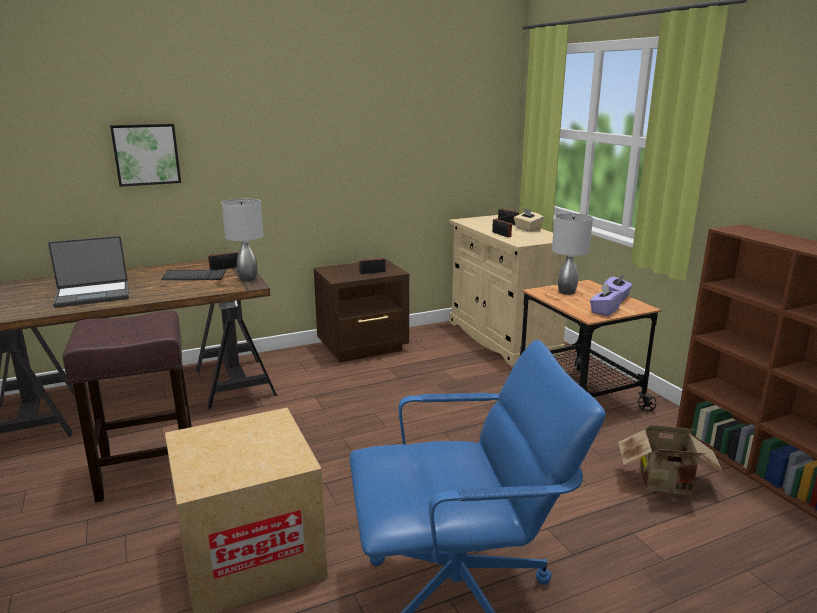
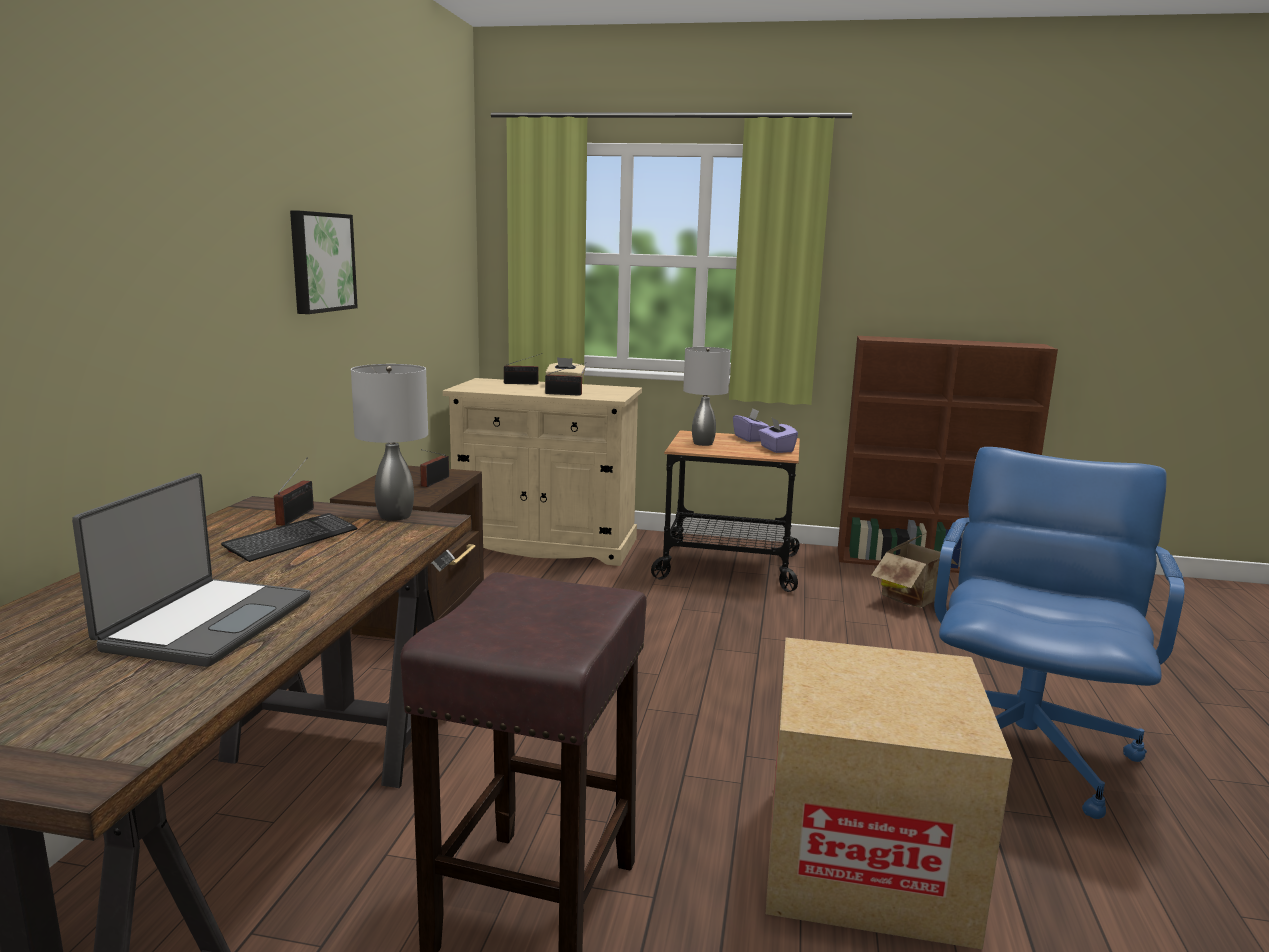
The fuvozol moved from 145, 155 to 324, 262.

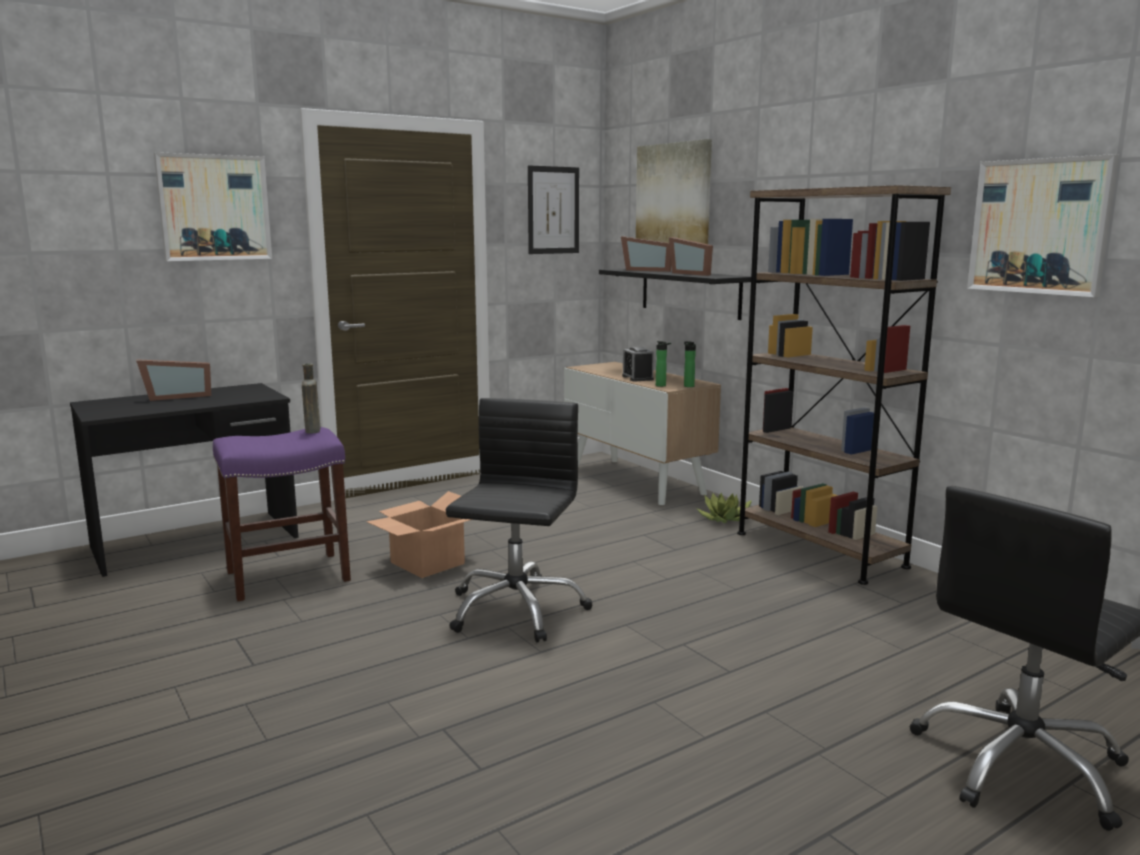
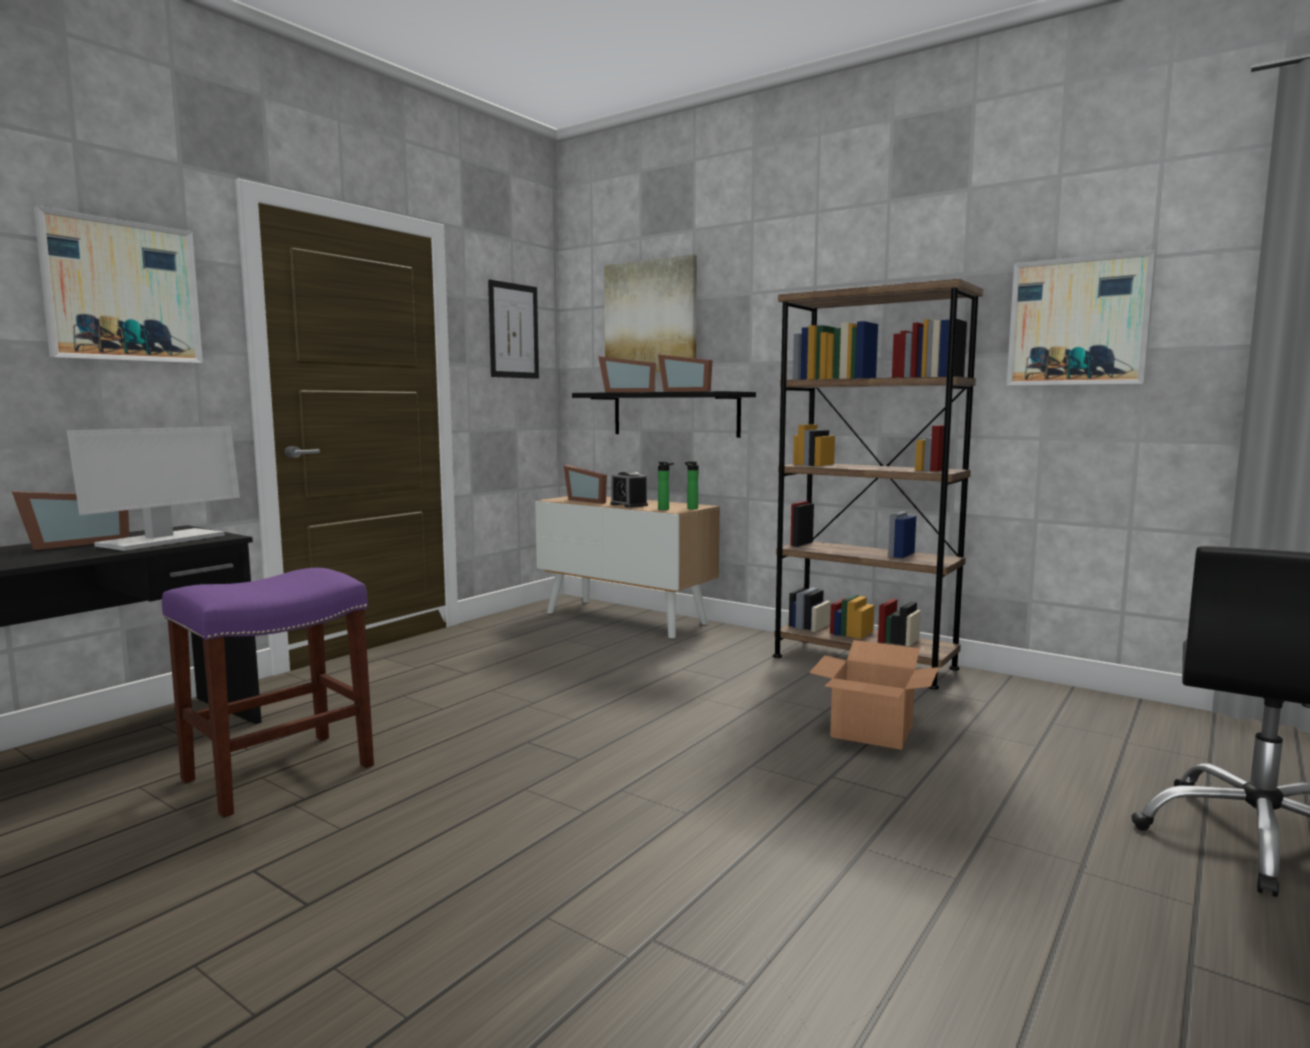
The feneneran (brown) at 311, 398 disappeared.
The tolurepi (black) at 519, 520 disappeared.
The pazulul moved from 418, 534 to 874, 695.
The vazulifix at 724, 508 disappeared.
The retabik at 153, 488 appeared.
The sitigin at 585, 484 appeared.

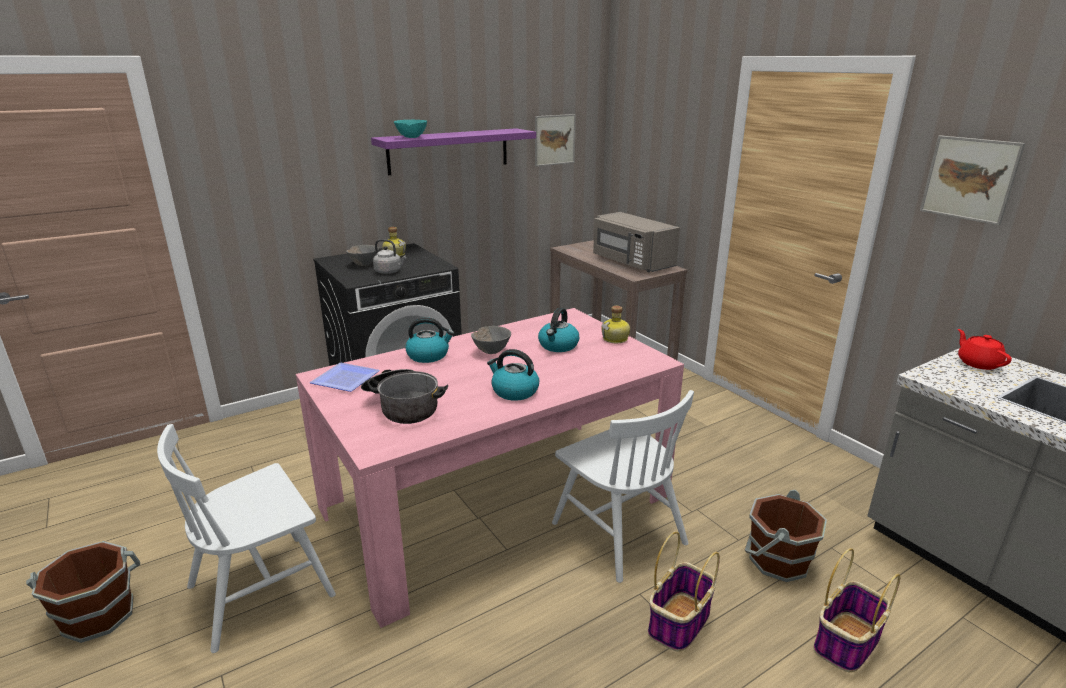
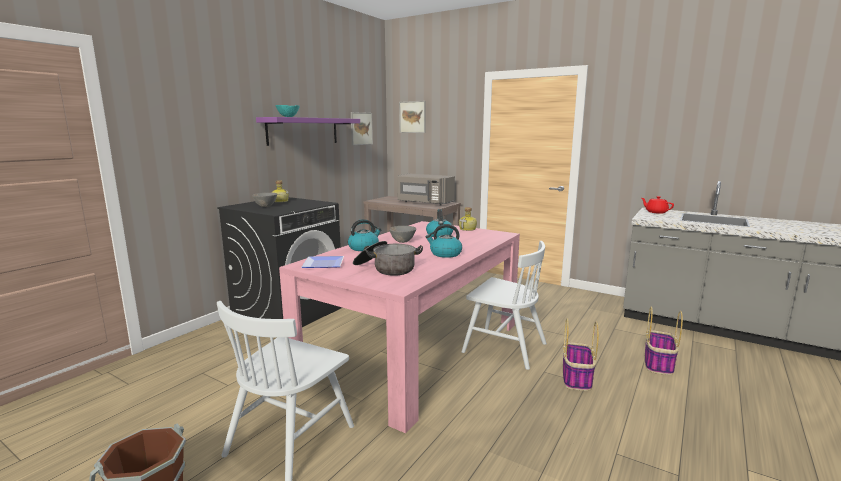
The fuvozol moved from 972, 180 to 412, 117.
The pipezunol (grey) at 389, 256 disappeared.
The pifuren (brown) at 786, 536 disappeared.

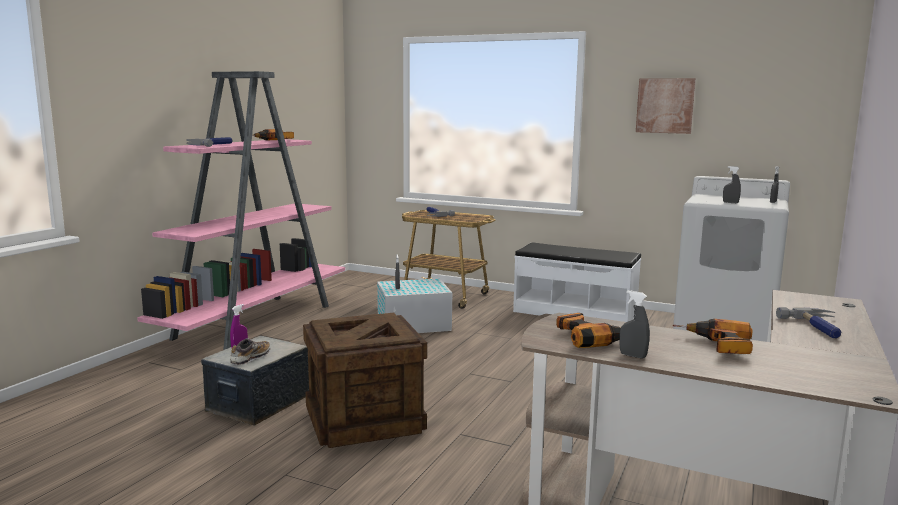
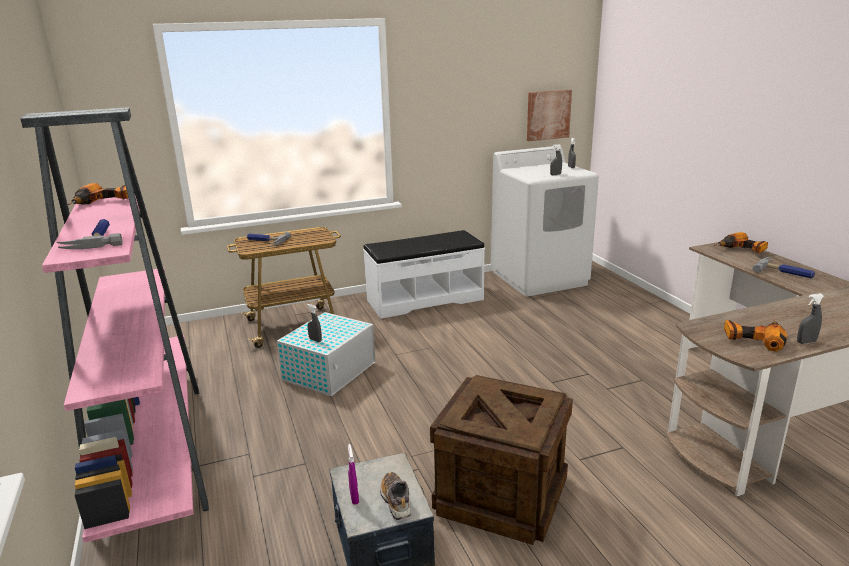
The fuvozol moved from 666, 106 to 549, 115.
The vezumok moved from 713, 336 to 740, 242.

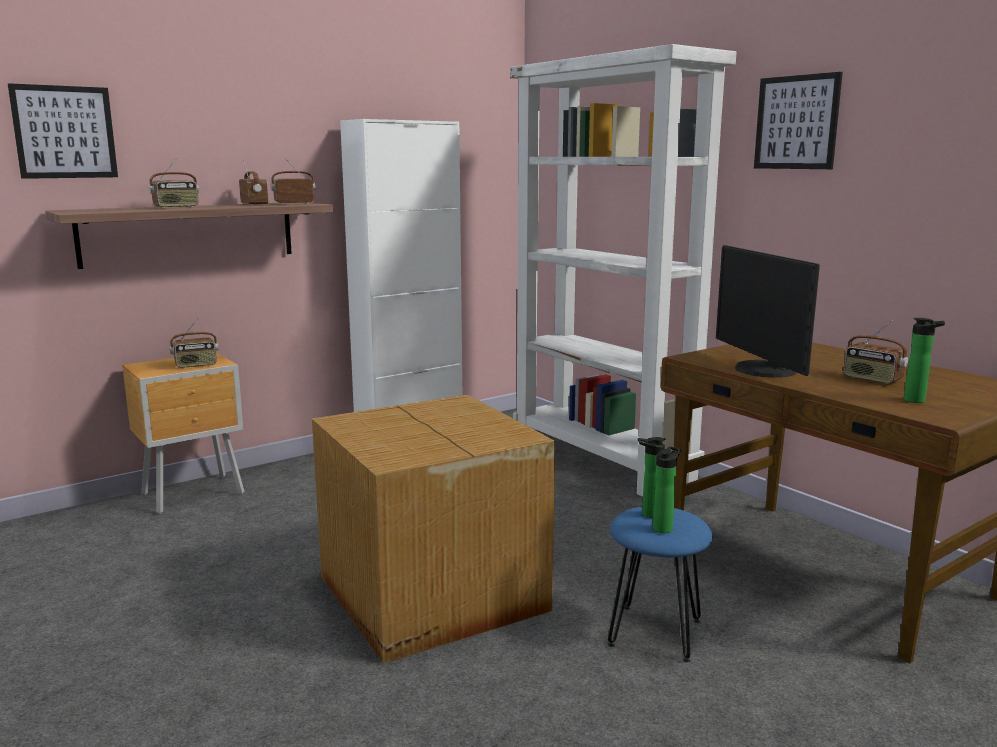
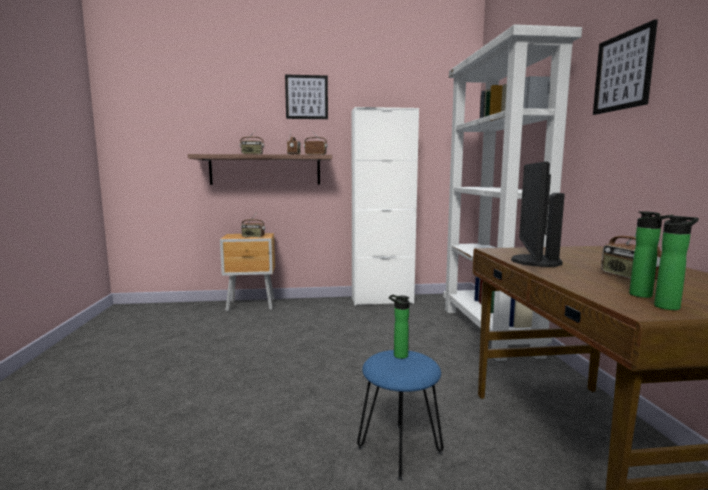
The fuvozol moved from 63, 131 to 306, 97.
The pazulul at 433, 529 disappeared.
The feneneran moved from 667, 489 to 676, 263.

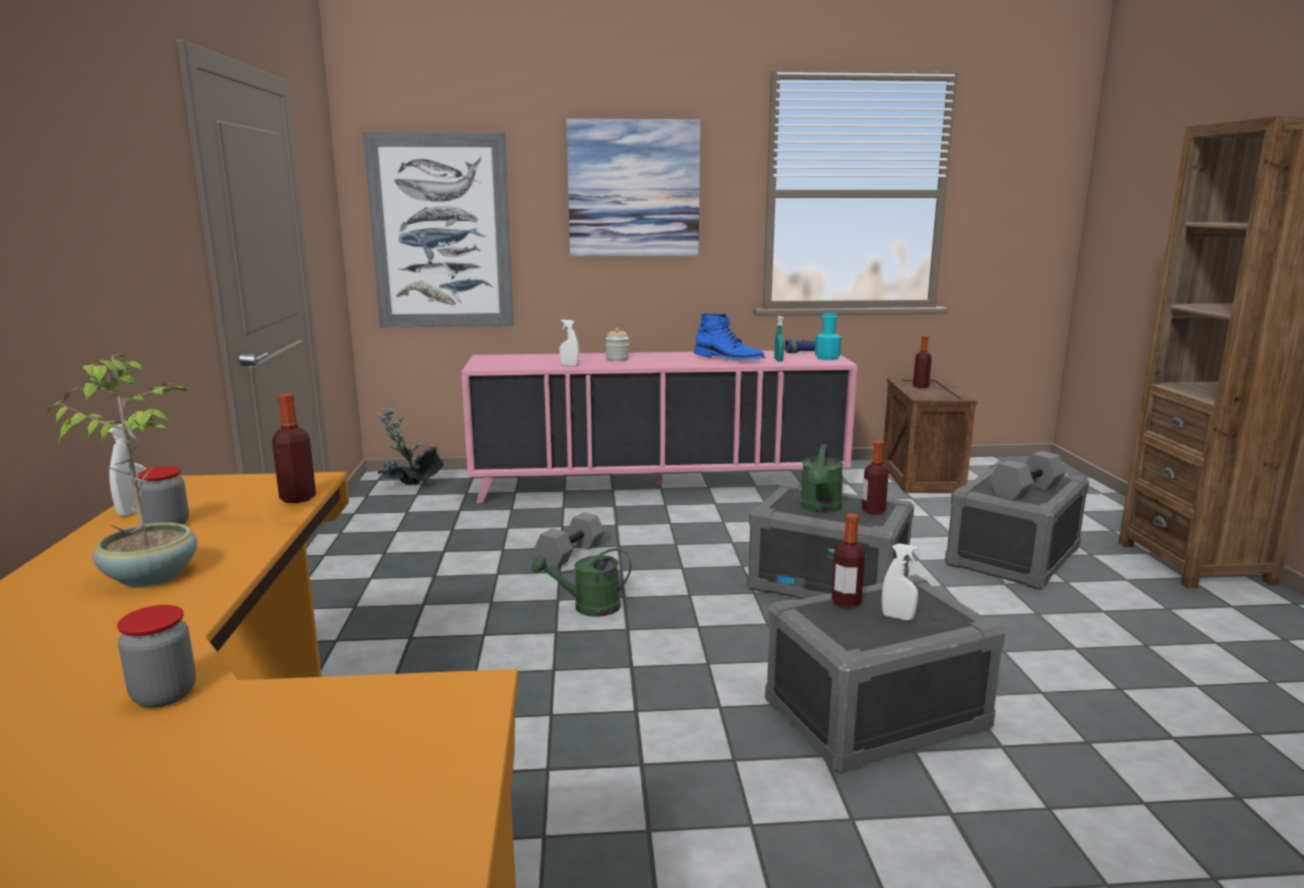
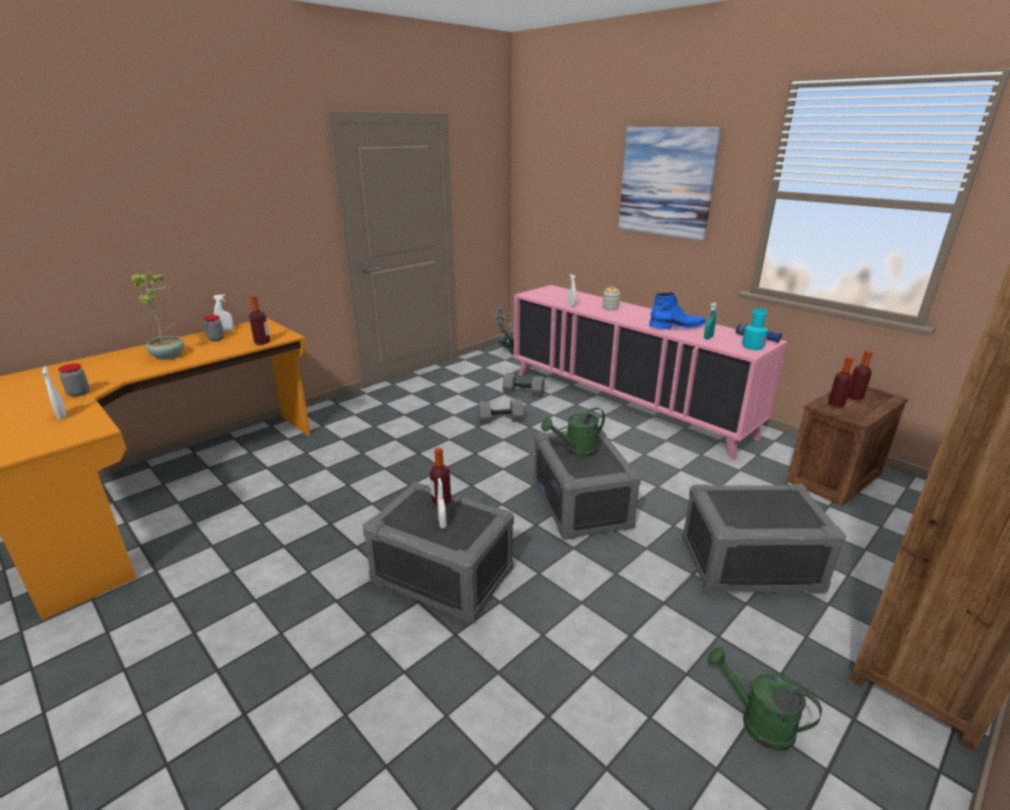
The fuvozol at 438, 229 disappeared.
The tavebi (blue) at 729, 337 turned 90 degrees counterclockwise.
The feneneran moved from 875, 478 to 840, 382.
The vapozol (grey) moved from 1027, 476 to 523, 385.
The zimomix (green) moved from 581, 582 to 764, 699.
The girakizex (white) at 54, 393 appeared.

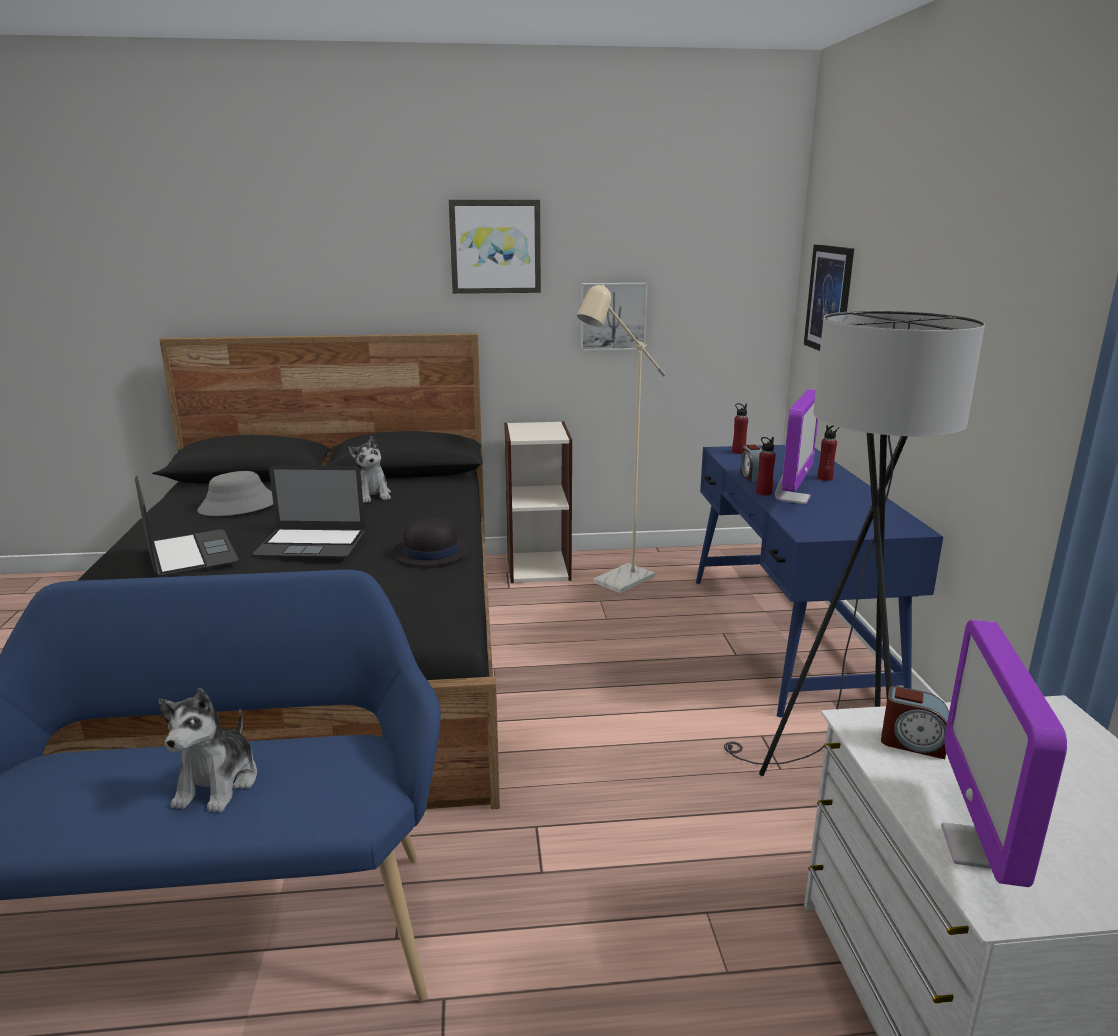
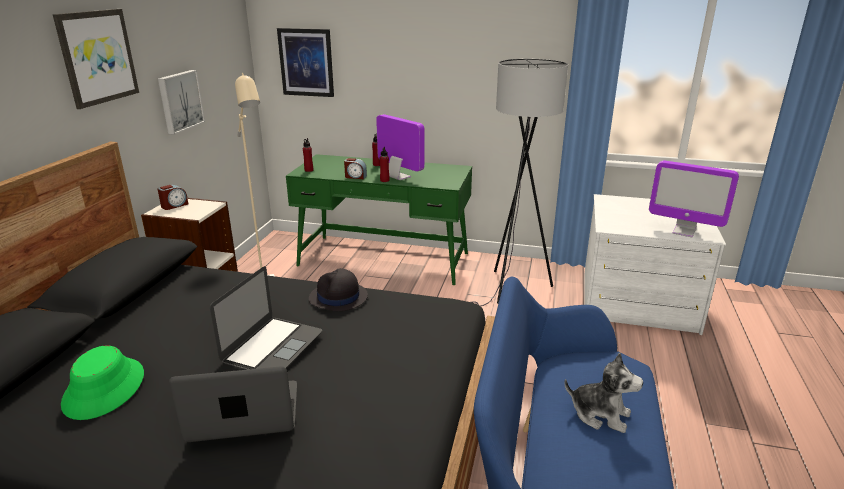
The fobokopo at 369, 469 disappeared.
The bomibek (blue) at 819, 581 became the bomibek (green) at 379, 219.
The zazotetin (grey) at 235, 493 became the zazotetin (green) at 102, 382.
The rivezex moved from 915, 722 to 172, 197.

